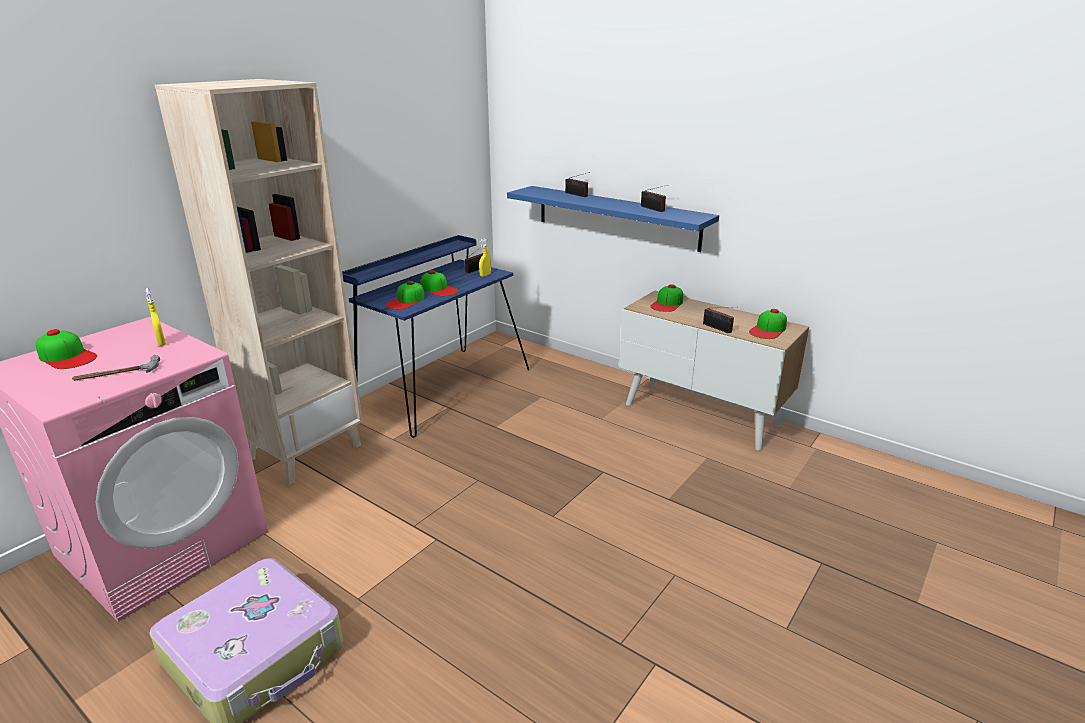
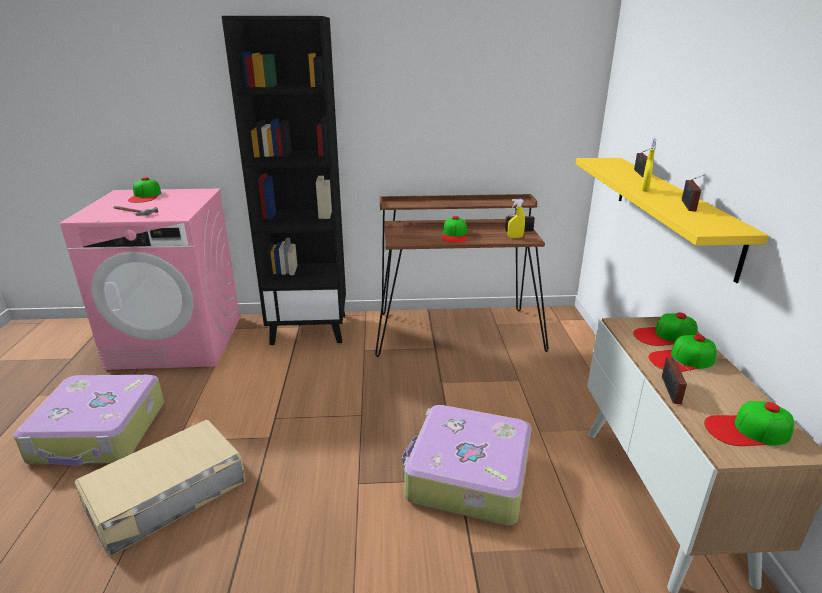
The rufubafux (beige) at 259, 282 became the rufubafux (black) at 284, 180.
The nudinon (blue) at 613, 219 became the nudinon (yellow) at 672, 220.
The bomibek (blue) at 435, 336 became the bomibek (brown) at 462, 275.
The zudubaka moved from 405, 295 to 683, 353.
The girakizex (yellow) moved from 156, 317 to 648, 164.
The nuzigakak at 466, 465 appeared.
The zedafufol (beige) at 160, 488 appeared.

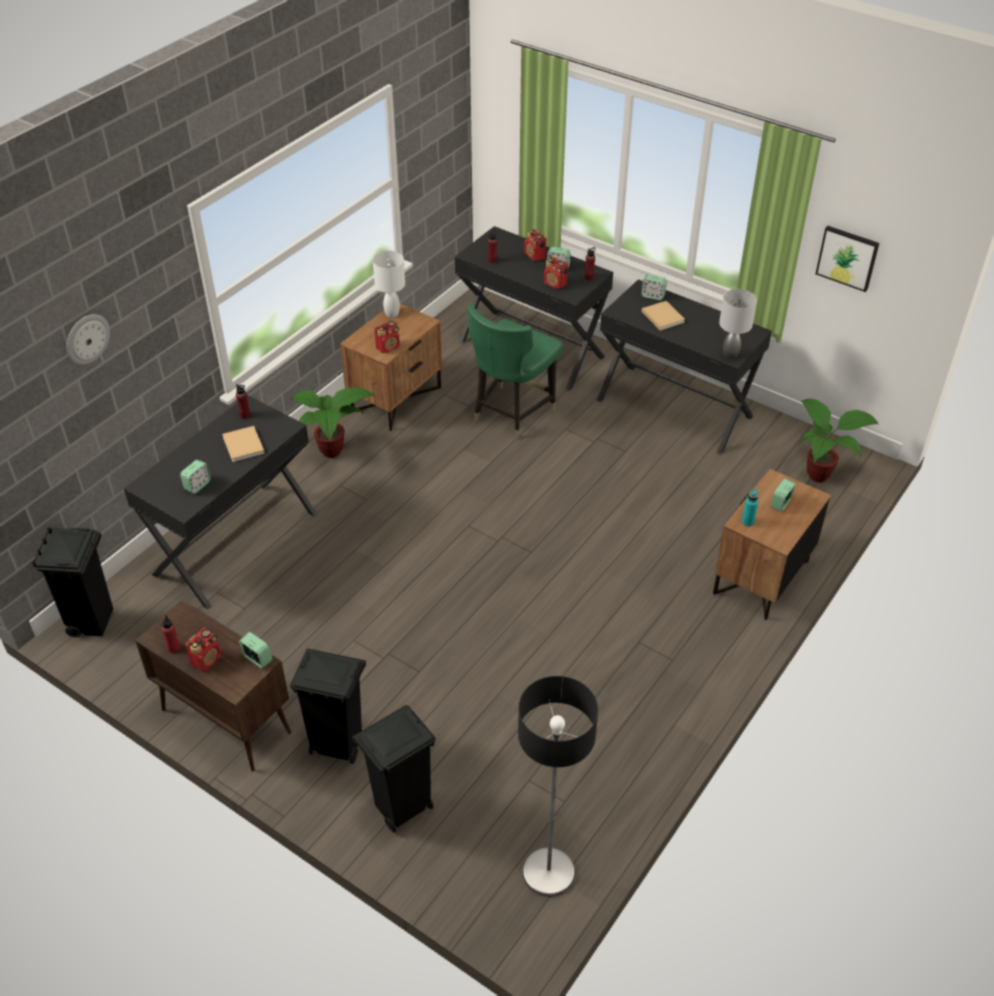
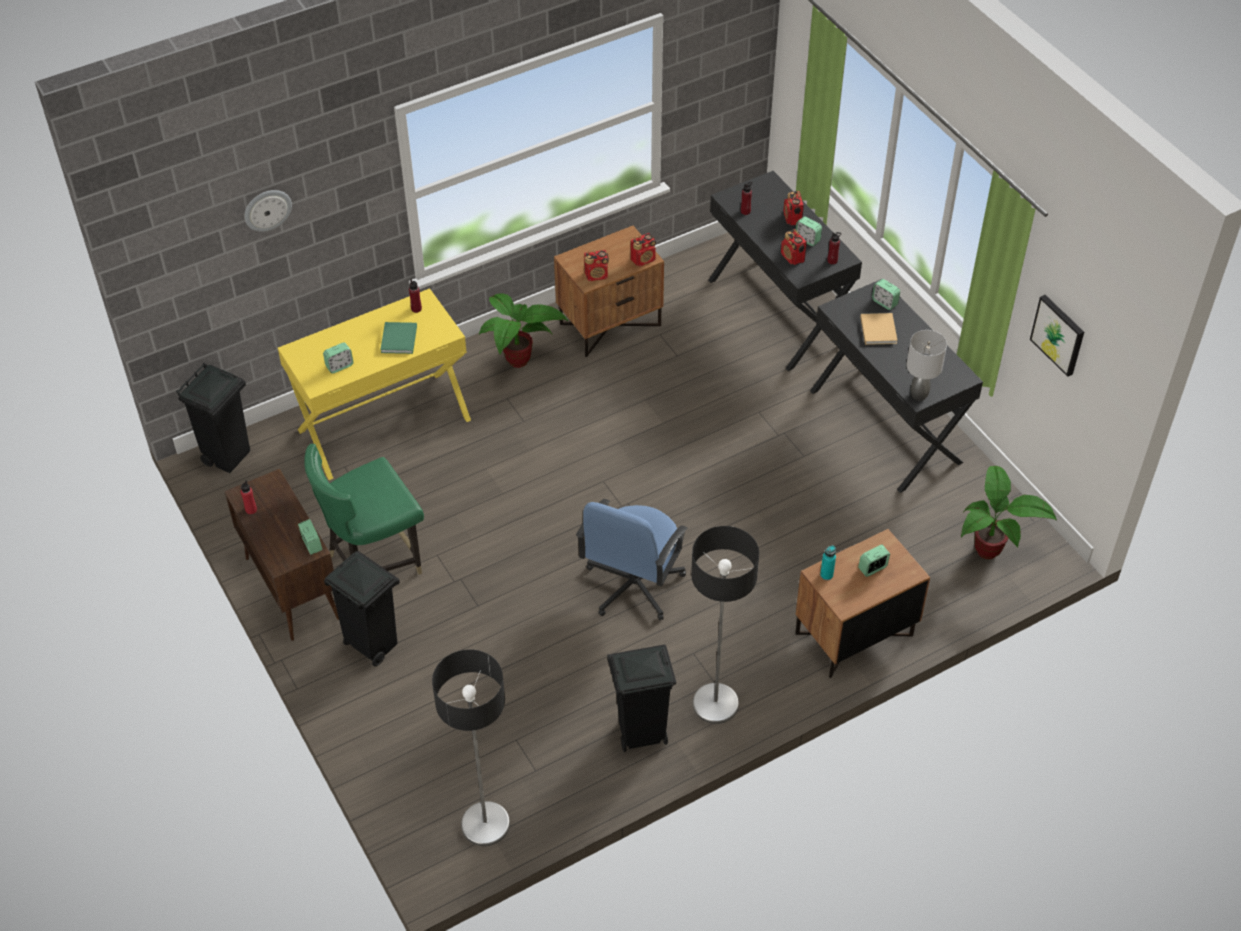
The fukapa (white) at 389, 284 disappeared.
The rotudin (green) moved from 515, 371 to 364, 509.
The bomibek (black) at 220, 502 became the bomibek (yellow) at 374, 384.
The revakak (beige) at 243, 444 became the revakak (green) at 398, 338.
The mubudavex moved from 203, 649 to 643, 249.
The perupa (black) moved from 394, 769 to 641, 698.
The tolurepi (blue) at 632, 559 appeared.
The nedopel at 725, 625 appeared.

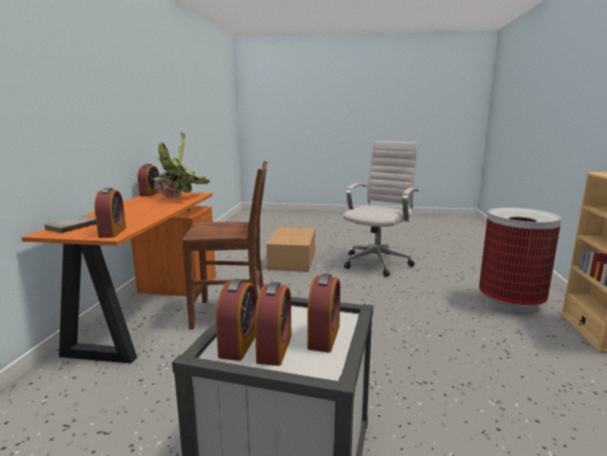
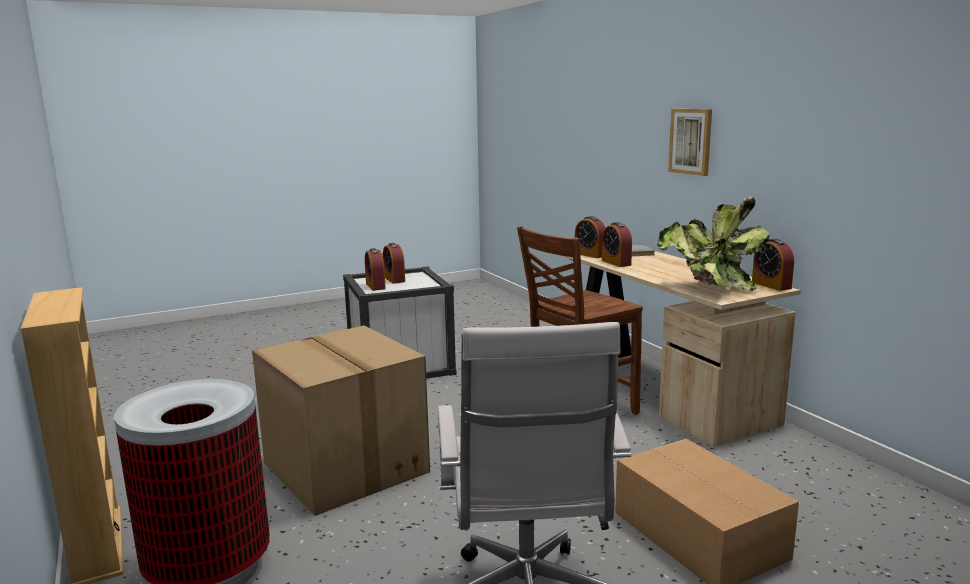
The bomibek (orange) at 118, 277 became the bomibek (beige) at 681, 349.
The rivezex moved from 236, 320 to 617, 244.
The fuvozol at 690, 142 appeared.
The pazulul at 341, 420 appeared.

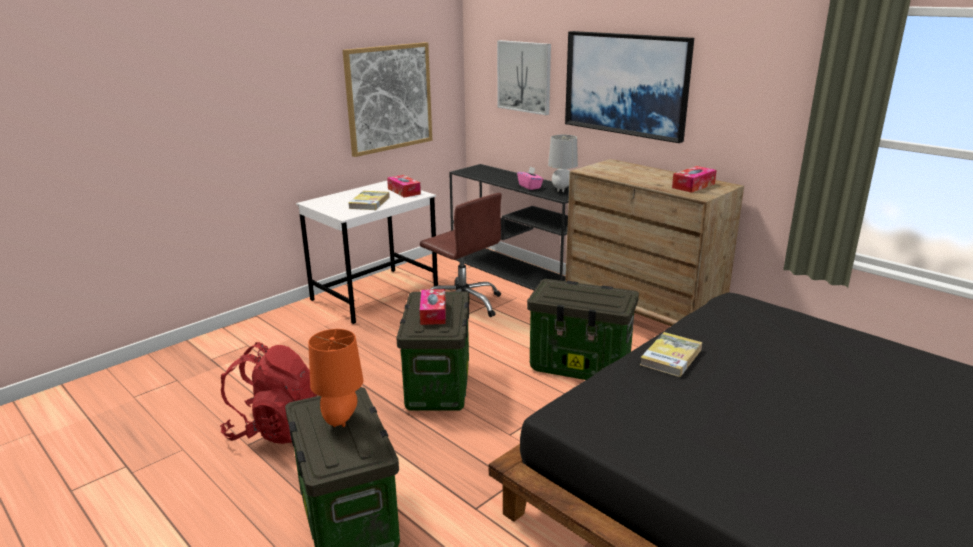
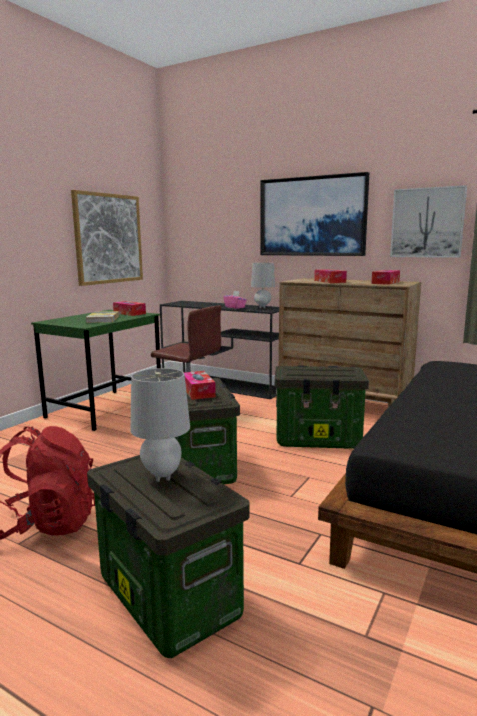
The fuvozol moved from 524, 77 to 428, 221.
The bomibek (white) at 367, 252 became the bomibek (green) at 96, 370.
The fukapa (orange) at 336, 378 became the fukapa (grey) at 160, 425.
The revakak at 671, 354 disappeared.
The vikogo at 330, 276 appeared.

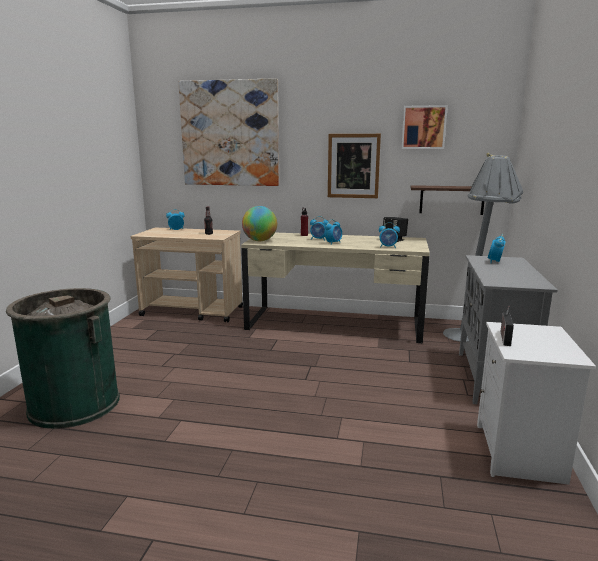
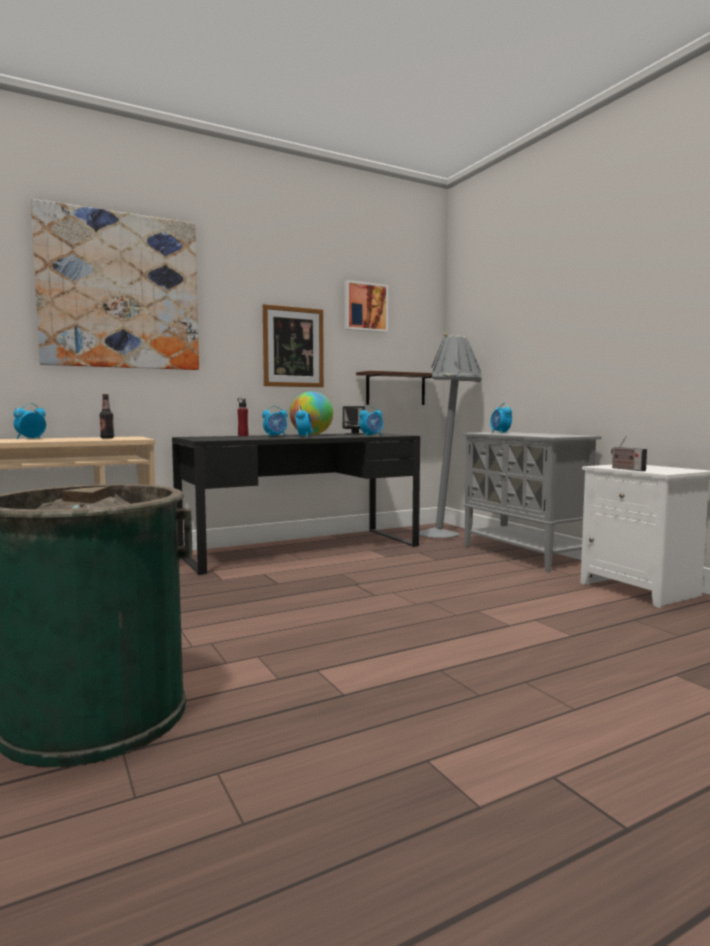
The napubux moved from 259, 223 to 311, 413.
The bomibek (beige) at 335, 288 became the bomibek (black) at 296, 504.

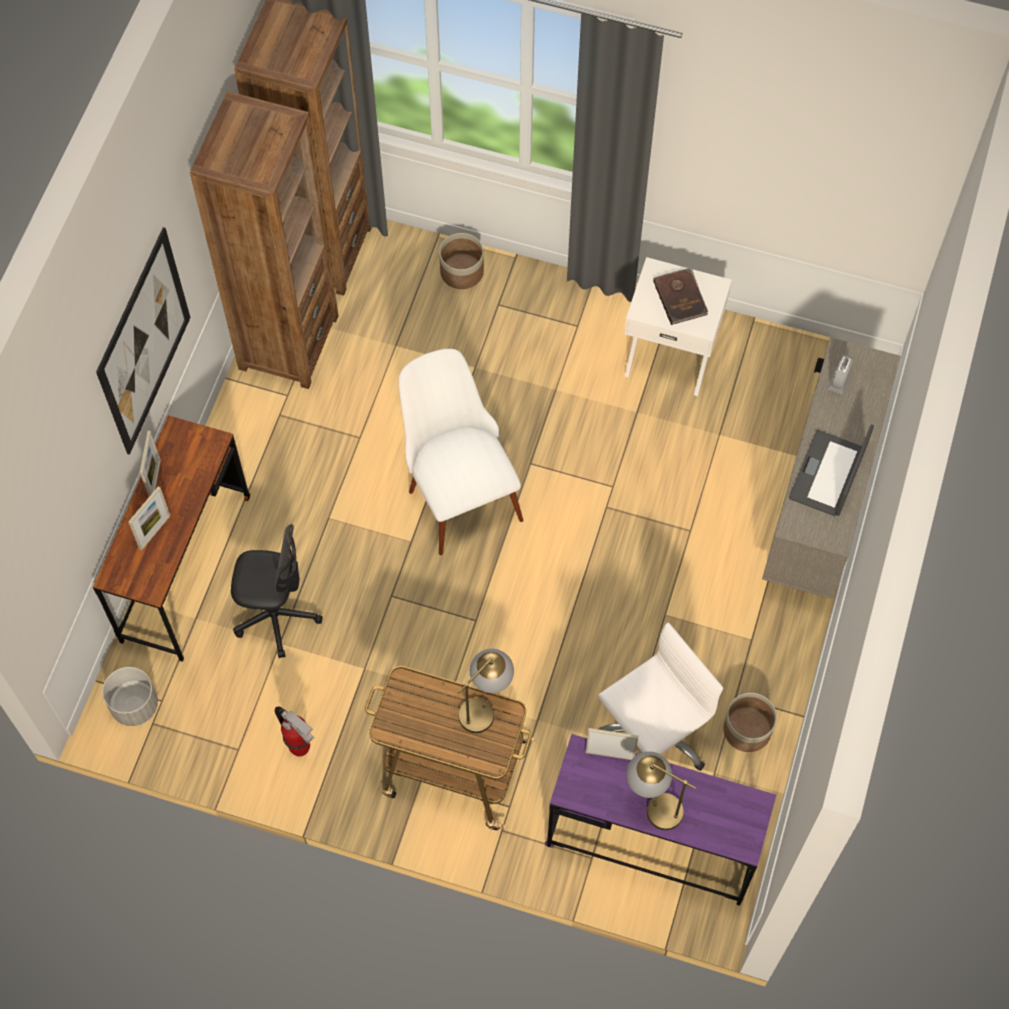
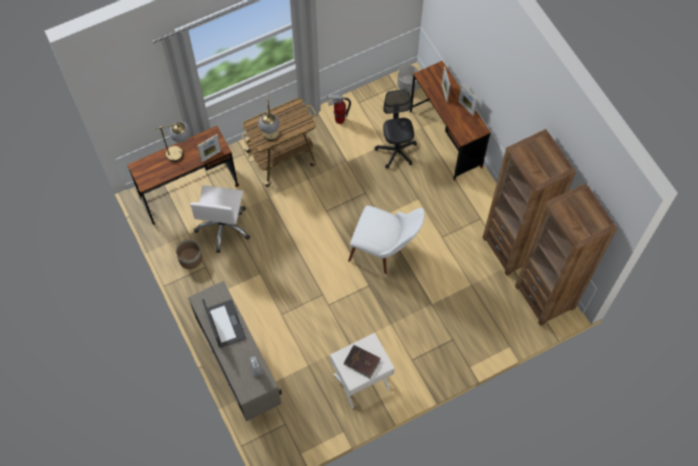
The fuvozol at 143, 341 disappeared.
The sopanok at 461, 261 disappeared.
The tolurepi (black) at 277, 591 turned 120 degrees clockwise.
The bomibek (purple) at 660, 820 became the bomibek (brown) at 183, 175.

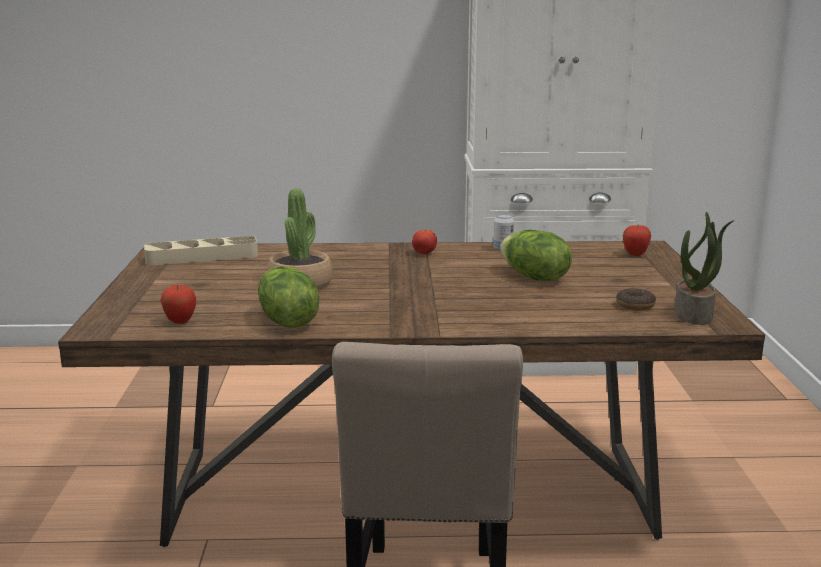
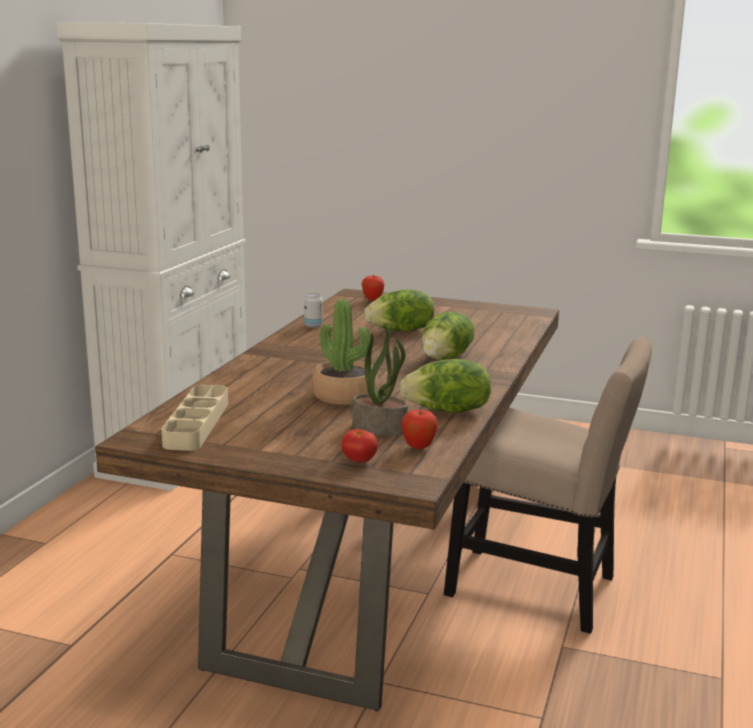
The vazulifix moved from 704, 268 to 380, 380.
The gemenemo moved from 424, 242 to 359, 445.
The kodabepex at 636, 299 disappeared.
The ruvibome at 448, 336 appeared.

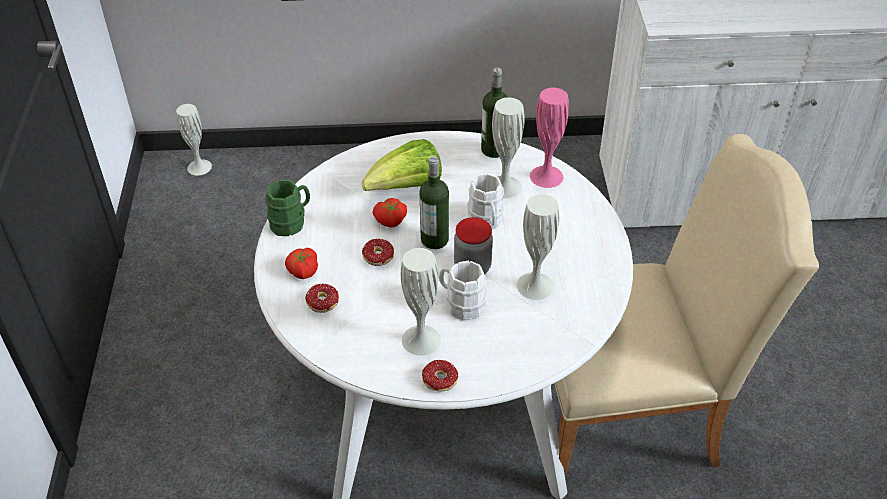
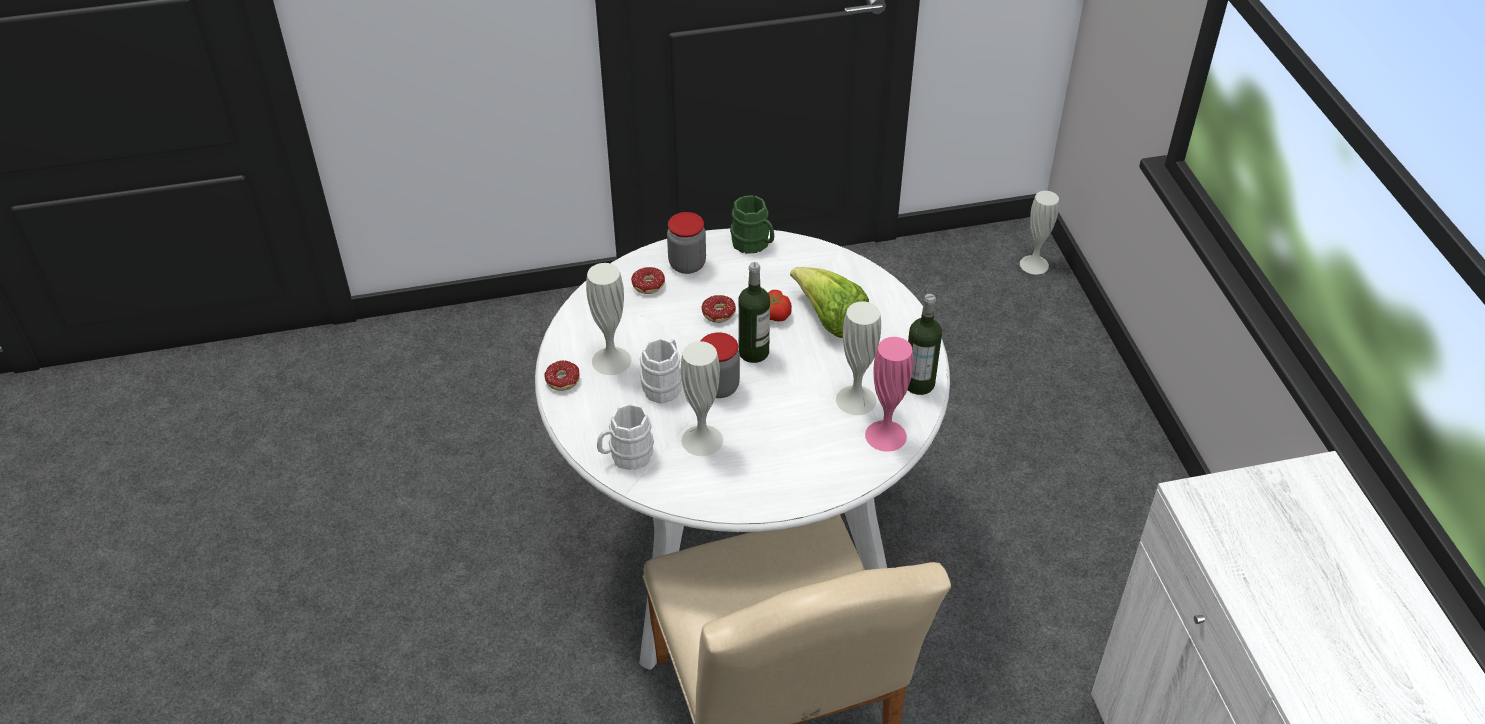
The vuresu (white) moved from 485, 201 to 625, 437.
The gemenemo at 301, 263 was replaced by the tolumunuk at 686, 243.

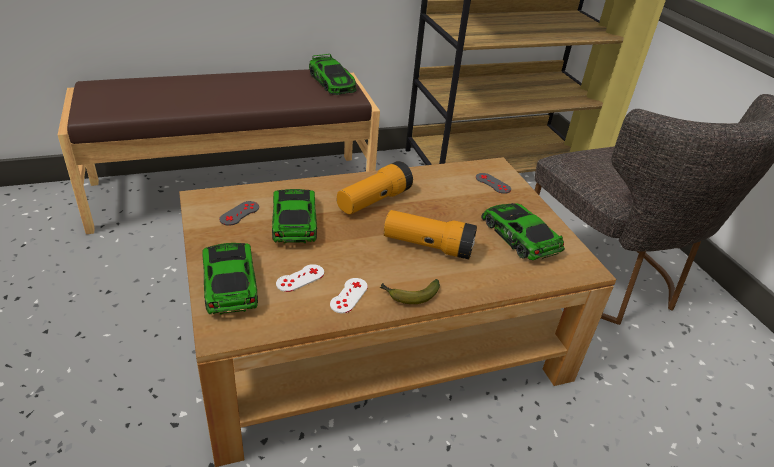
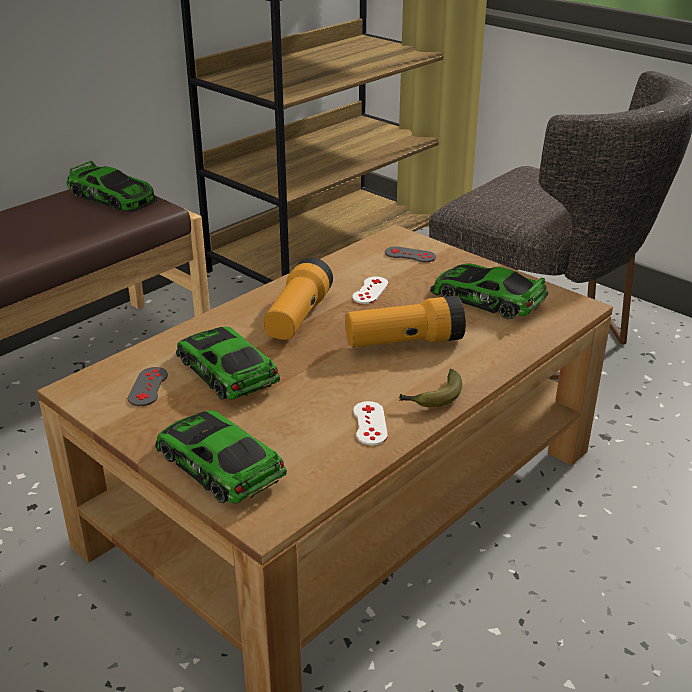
The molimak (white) moved from 300, 278 to 370, 290.

